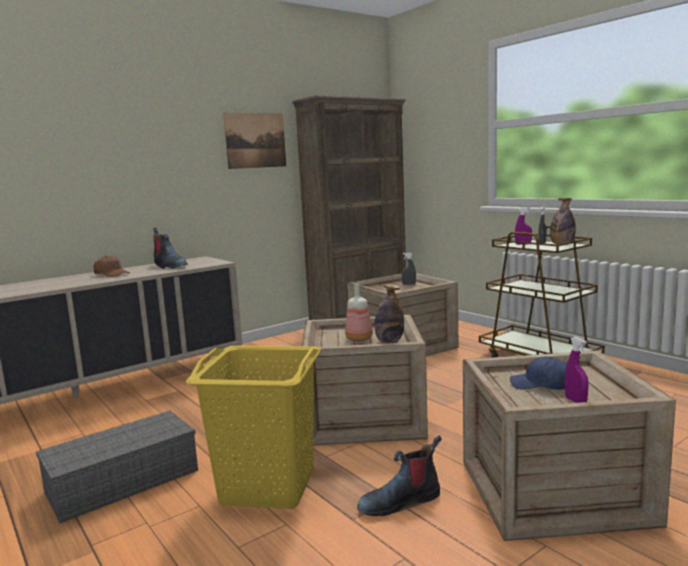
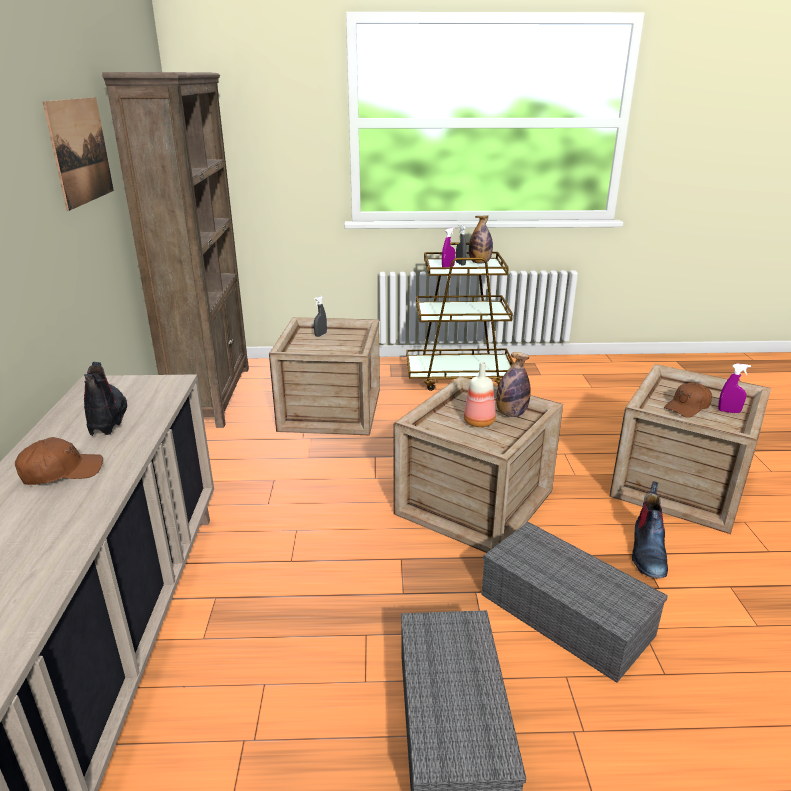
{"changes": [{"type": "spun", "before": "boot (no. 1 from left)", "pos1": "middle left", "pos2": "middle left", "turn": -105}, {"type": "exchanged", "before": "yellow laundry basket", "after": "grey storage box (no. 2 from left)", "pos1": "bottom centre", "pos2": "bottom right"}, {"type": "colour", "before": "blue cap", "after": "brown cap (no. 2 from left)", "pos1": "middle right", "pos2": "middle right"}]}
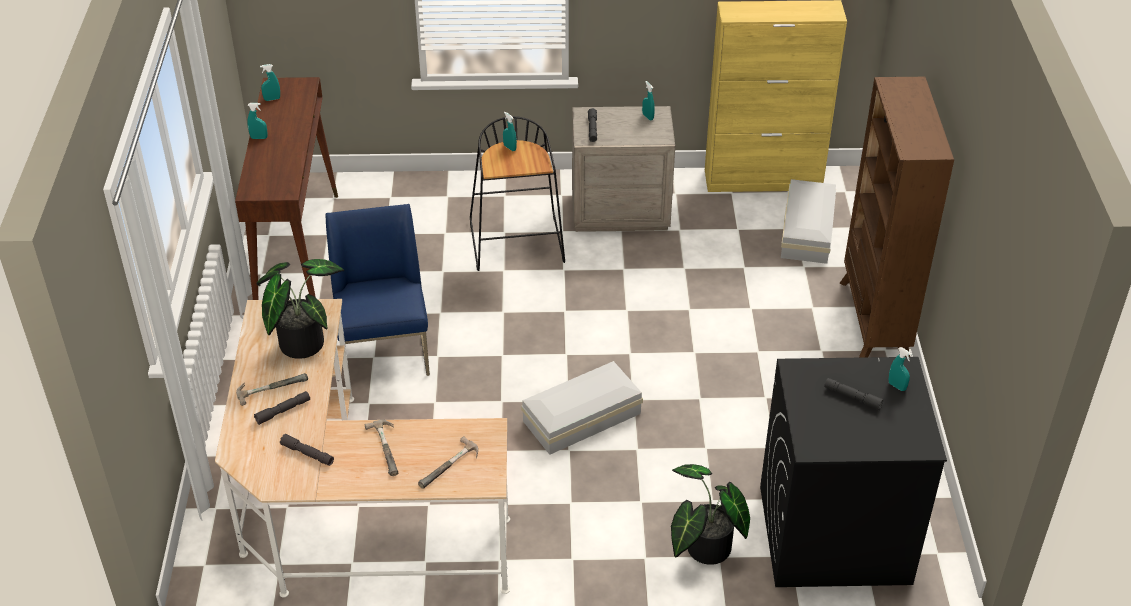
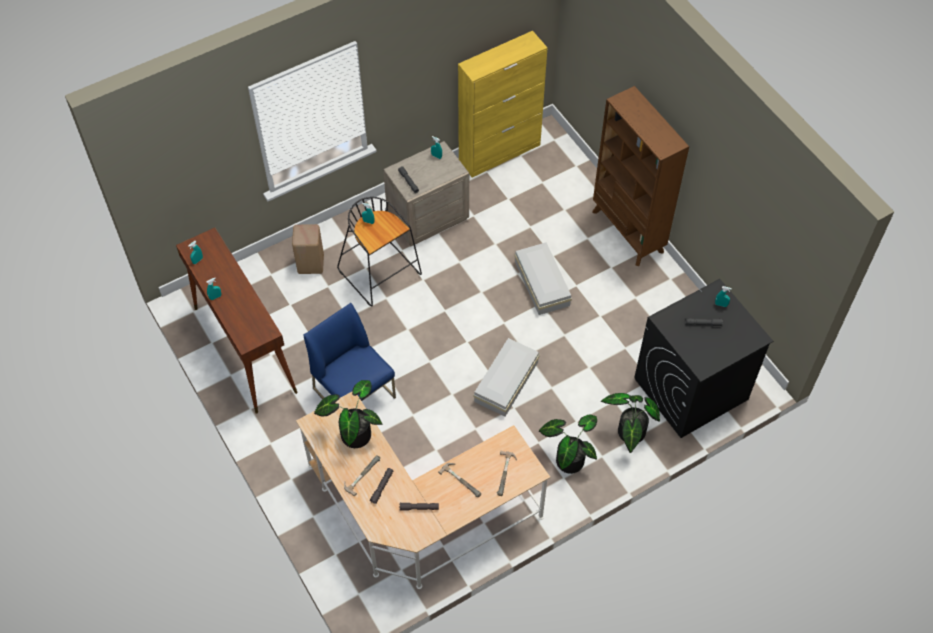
{"changes": [{"type": "relocated", "before": "white storage box (no. 2 from left)", "pos1": "middle right", "pos2": "centre"}, {"type": "appeared", "after": "beige stool", "pos2": "middle left"}, {"type": "appeared", "after": "potted plant (no. 2 from left)", "pos2": "bottom centre"}]}
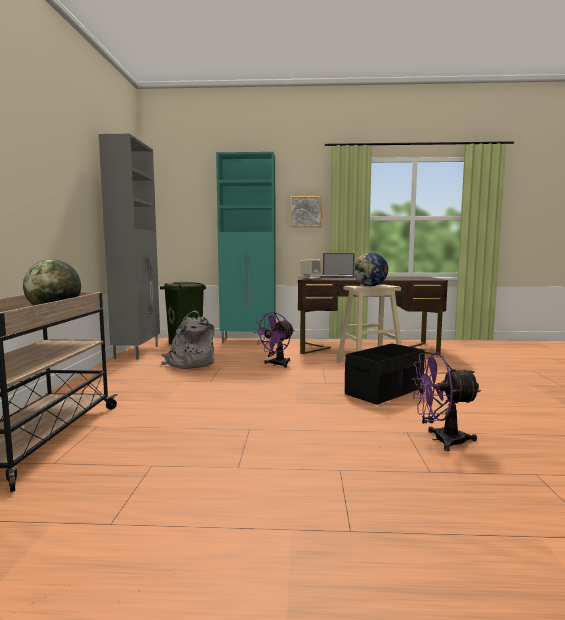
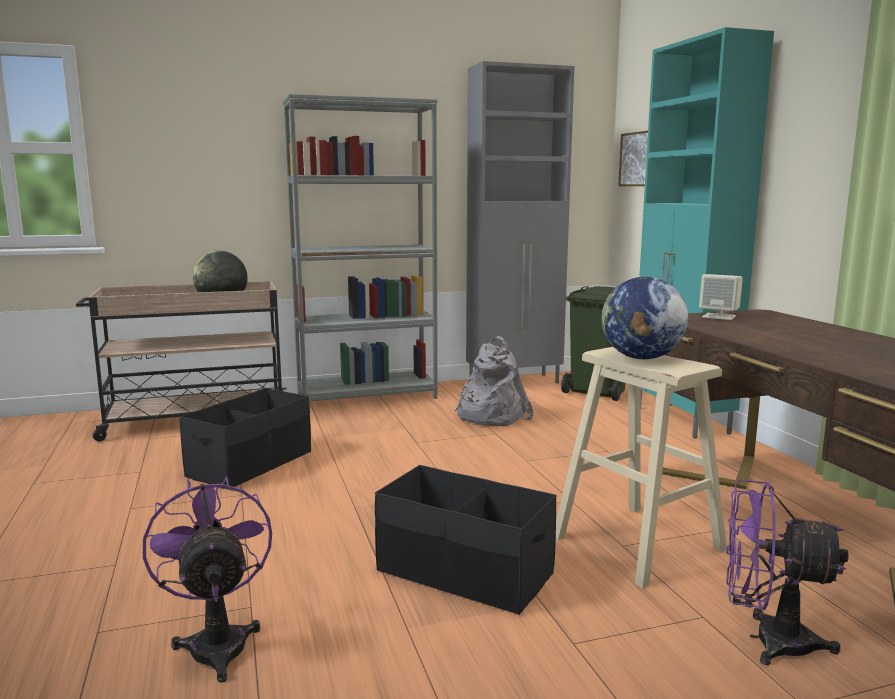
{"changes": [{"type": "relocated", "before": "purple fan (no. 1 from left in the first image)", "after": "purple fan (no. 2 from left)", "pos1": "centre", "pos2": "bottom right"}, {"type": "relocated", "before": "picture", "pos1": "centre", "pos2": "top right"}, {"type": "missing", "before": "laptop", "pos1": "centre"}, {"type": "appeared", "after": "black storage box (no. 1 from left)", "pos2": "middle left"}, {"type": "appeared", "after": "grey bookcase", "pos2": "centre"}]}
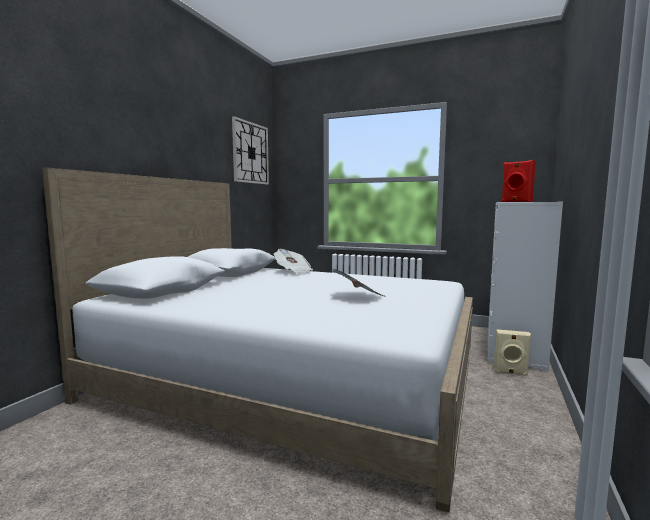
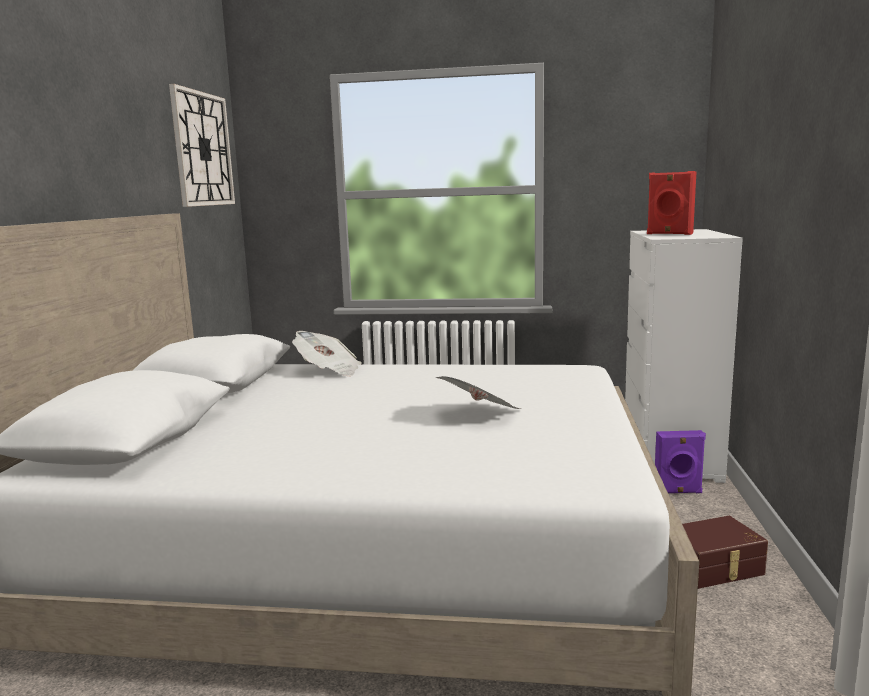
{"changes": [{"type": "colour", "before": "beige speaker", "after": "purple speaker", "pos1": "bottom right", "pos2": "middle right"}, {"type": "appeared", "after": "brown storage box", "pos2": "bottom right"}]}
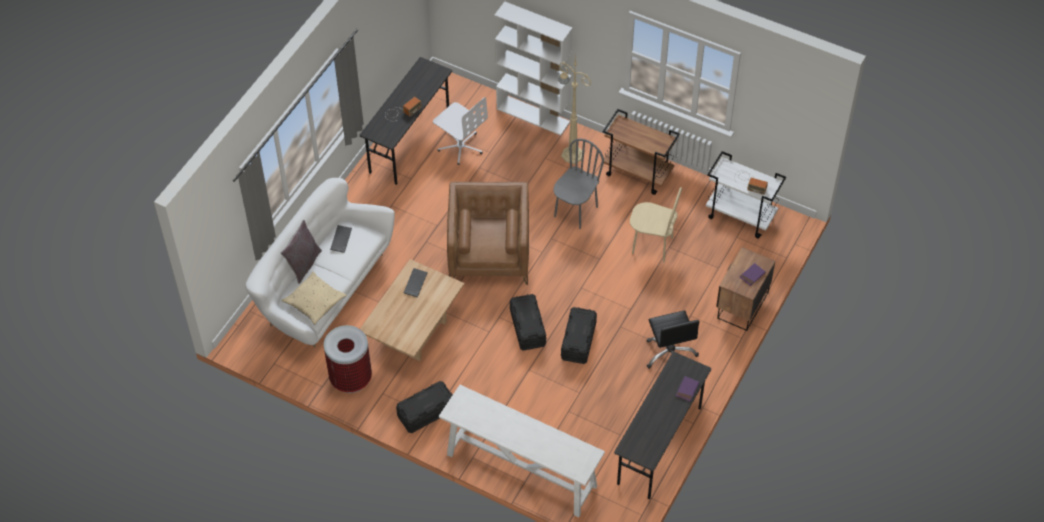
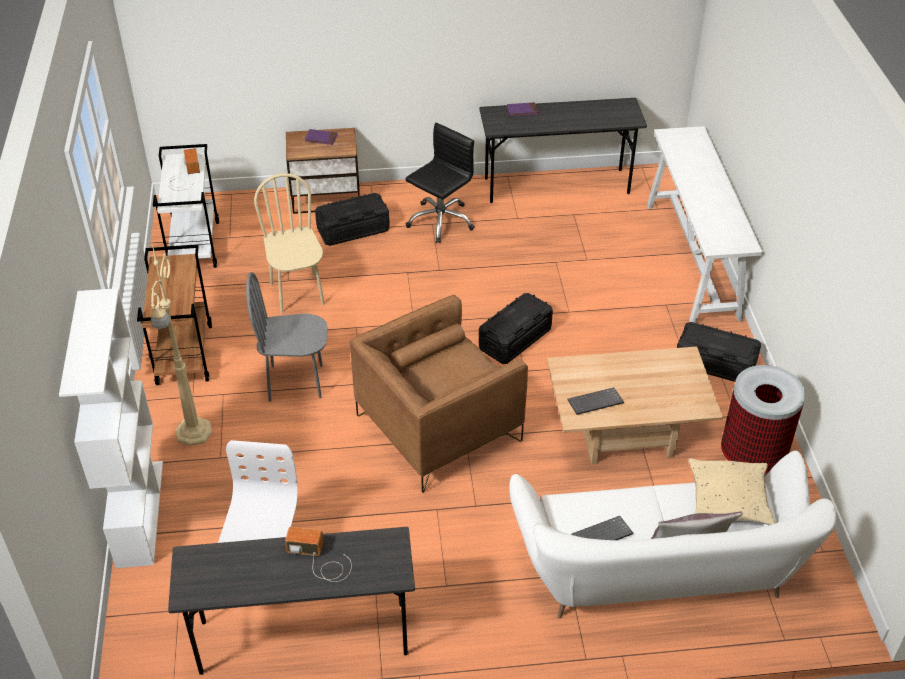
{"changes": [{"type": "relocated", "before": "black storage box (no. 3 from left in the first image)", "after": "black storage box (no. 1 from left)", "pos1": "centre", "pos2": "top centre"}]}
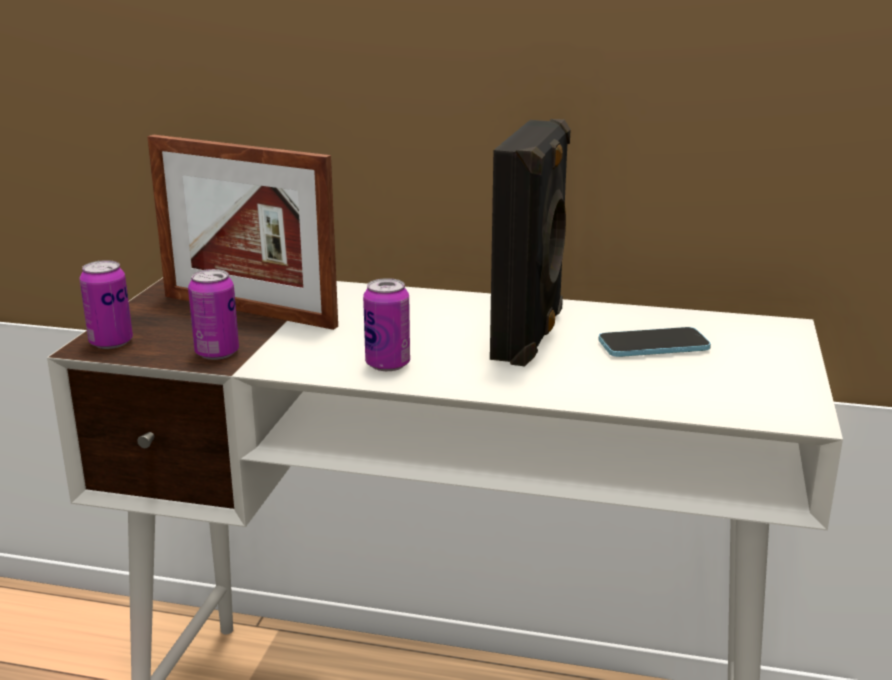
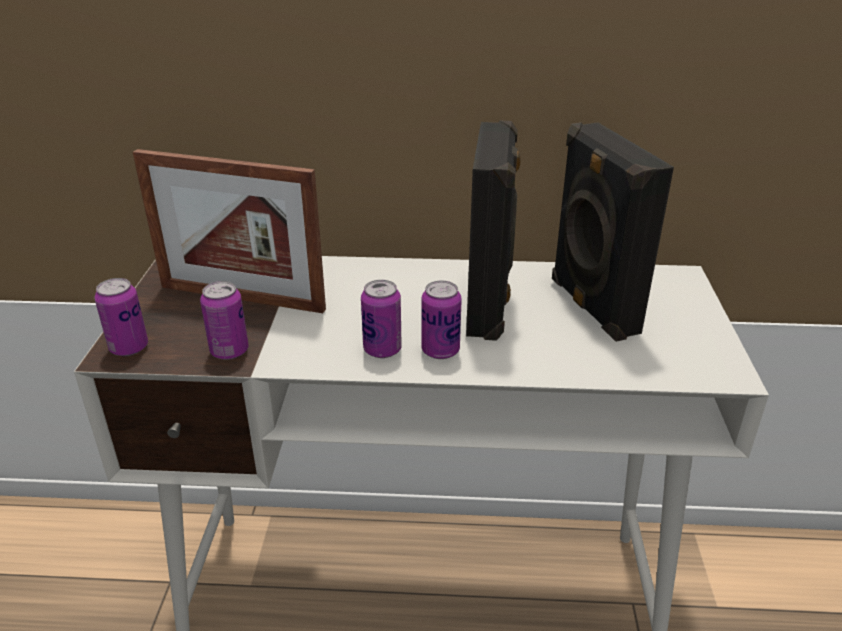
{"changes": [{"type": "exchanged", "before": "phone", "after": "black speaker (no. 2 from left)", "pos1": "middle right", "pos2": "middle right"}, {"type": "appeared", "after": "can (no. 4 from left)", "pos2": "centre"}]}
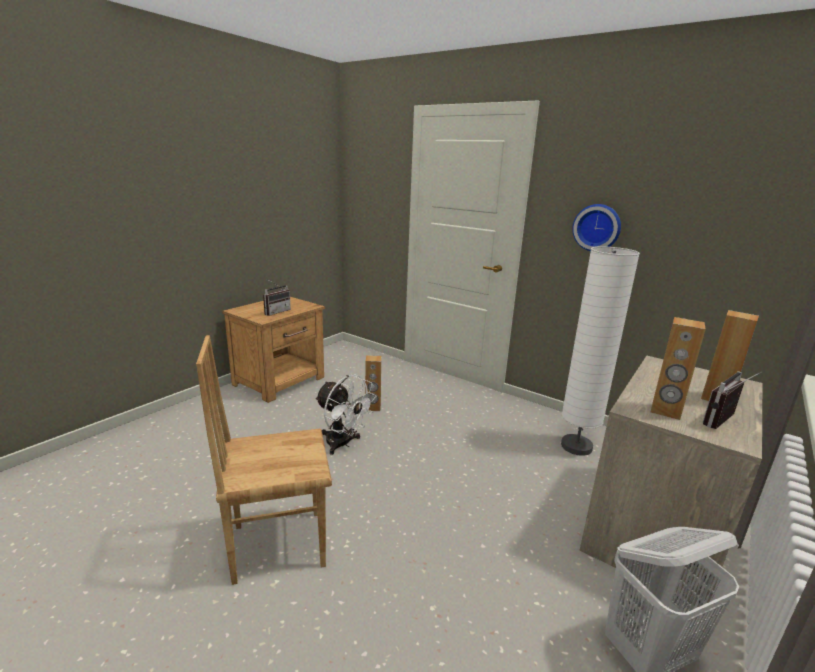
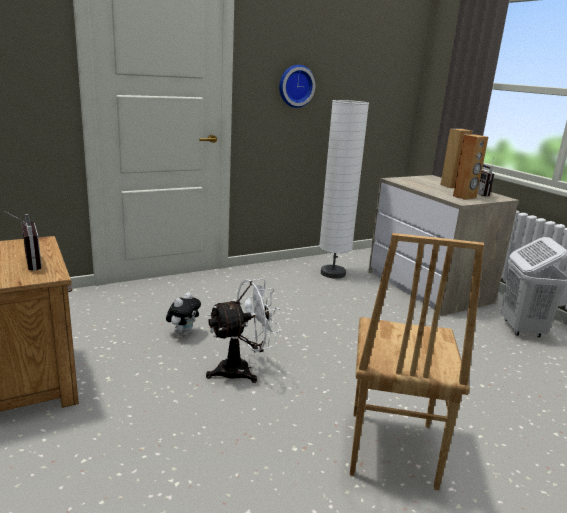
{"changes": [{"type": "exchanged", "before": "brown speaker (no. 1 from left)", "after": "plush toy", "pos1": "centre", "pos2": "middle left"}]}
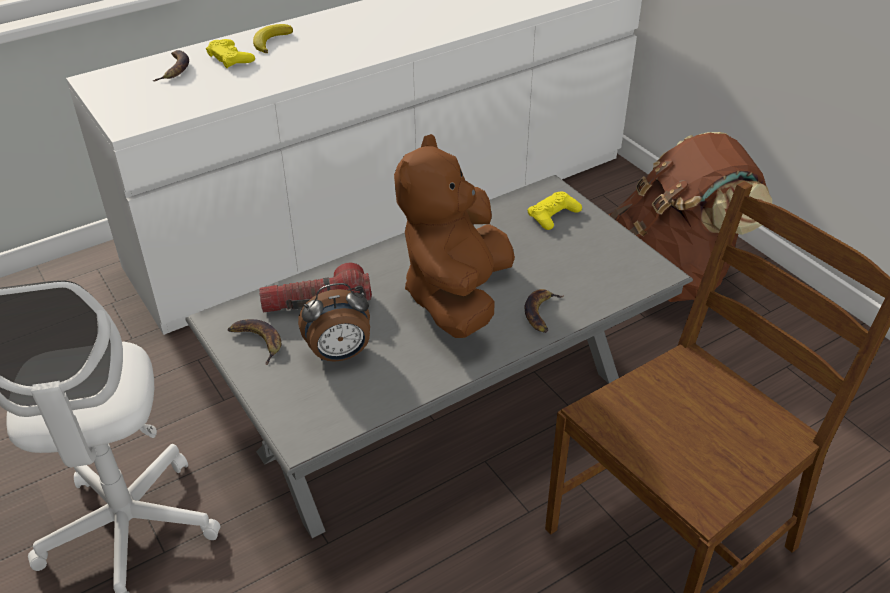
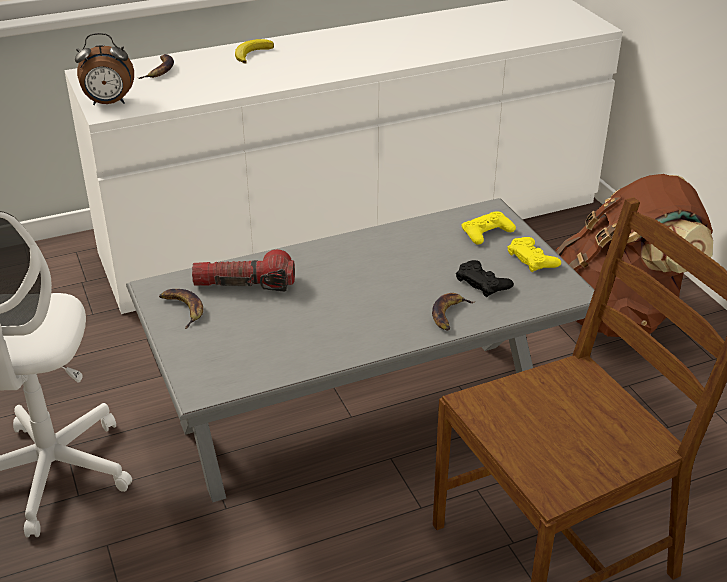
{"changes": [{"type": "relocated", "before": "yellow game controller (no. 1 from left in the first image)", "after": "yellow game controller (no. 2 from left)", "pos1": "top left", "pos2": "middle right"}, {"type": "relocated", "before": "alarm clock", "pos1": "centre", "pos2": "top left"}, {"type": "missing", "before": "brown plush toy", "pos1": "centre"}, {"type": "appeared", "after": "black game controller", "pos2": "middle right"}]}
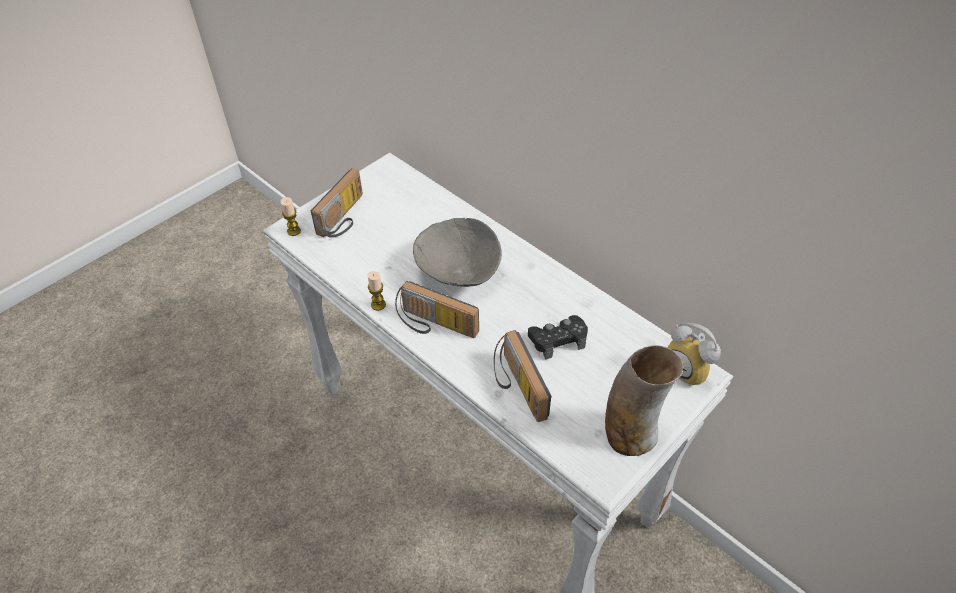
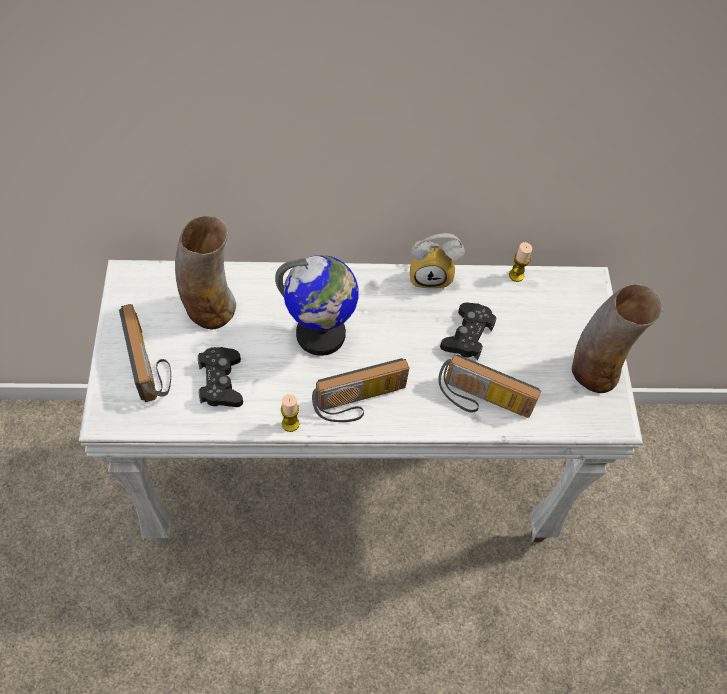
{"changes": [{"type": "relocated", "before": "candle (no. 1 from left in the first image)", "after": "candle (no. 2 from left)", "pos1": "middle left", "pos2": "middle right"}, {"type": "exchanged", "before": "grey bowl", "after": "globe", "pos1": "centre", "pos2": "centre"}, {"type": "relocated", "before": "alarm clock", "pos1": "middle right", "pos2": "centre"}, {"type": "appeared", "after": "vase (no. 1 from left)", "pos2": "middle left"}, {"type": "appeared", "after": "black game controller (no. 1 from left)", "pos2": "middle left"}]}
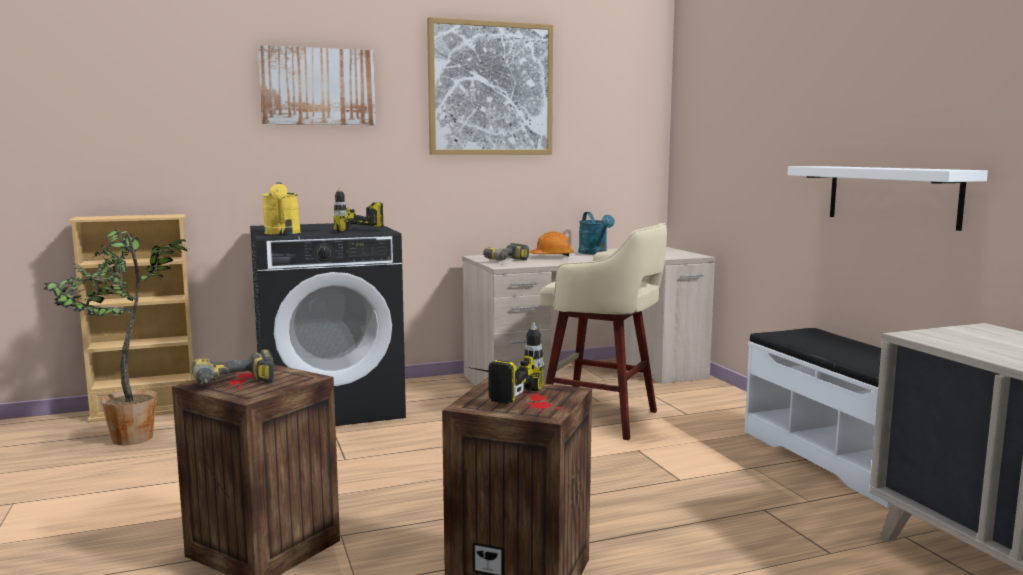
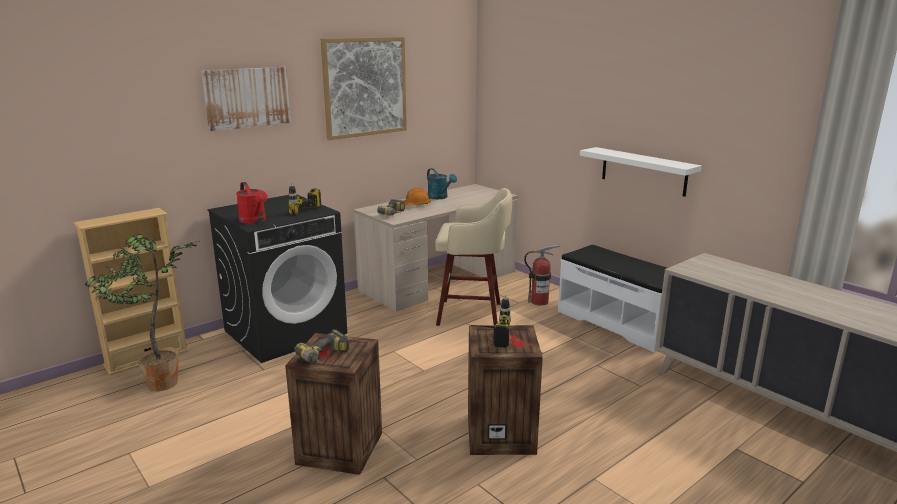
{"changes": [{"type": "colour", "before": "yellow watering can", "after": "red watering can", "pos1": "middle left", "pos2": "middle left"}, {"type": "appeared", "after": "fire extinguisher", "pos2": "centre"}]}
